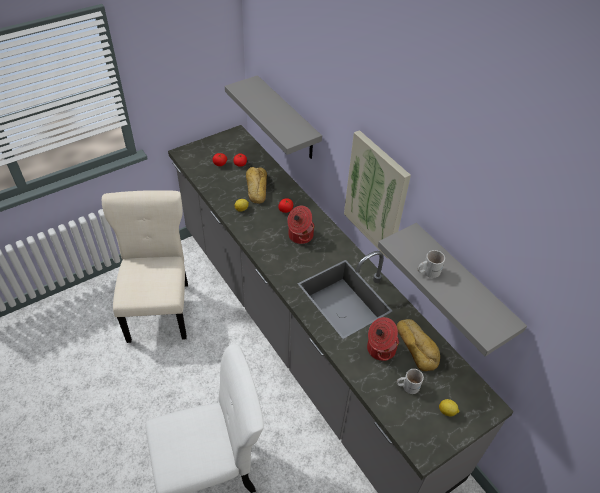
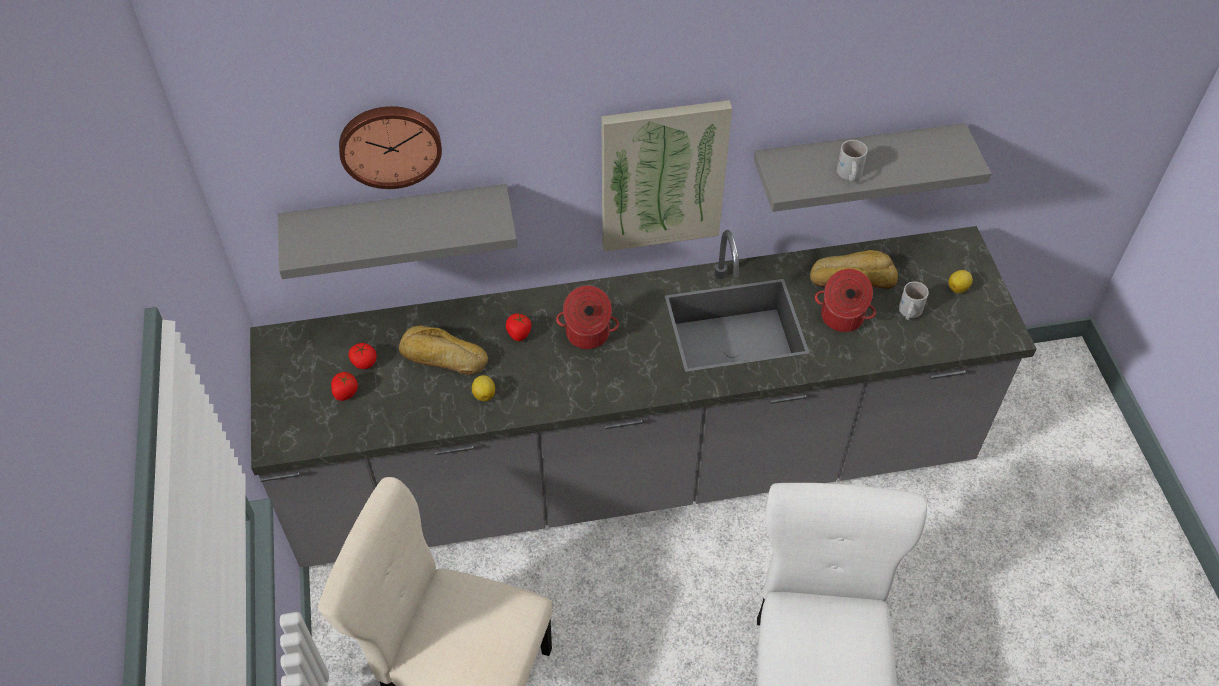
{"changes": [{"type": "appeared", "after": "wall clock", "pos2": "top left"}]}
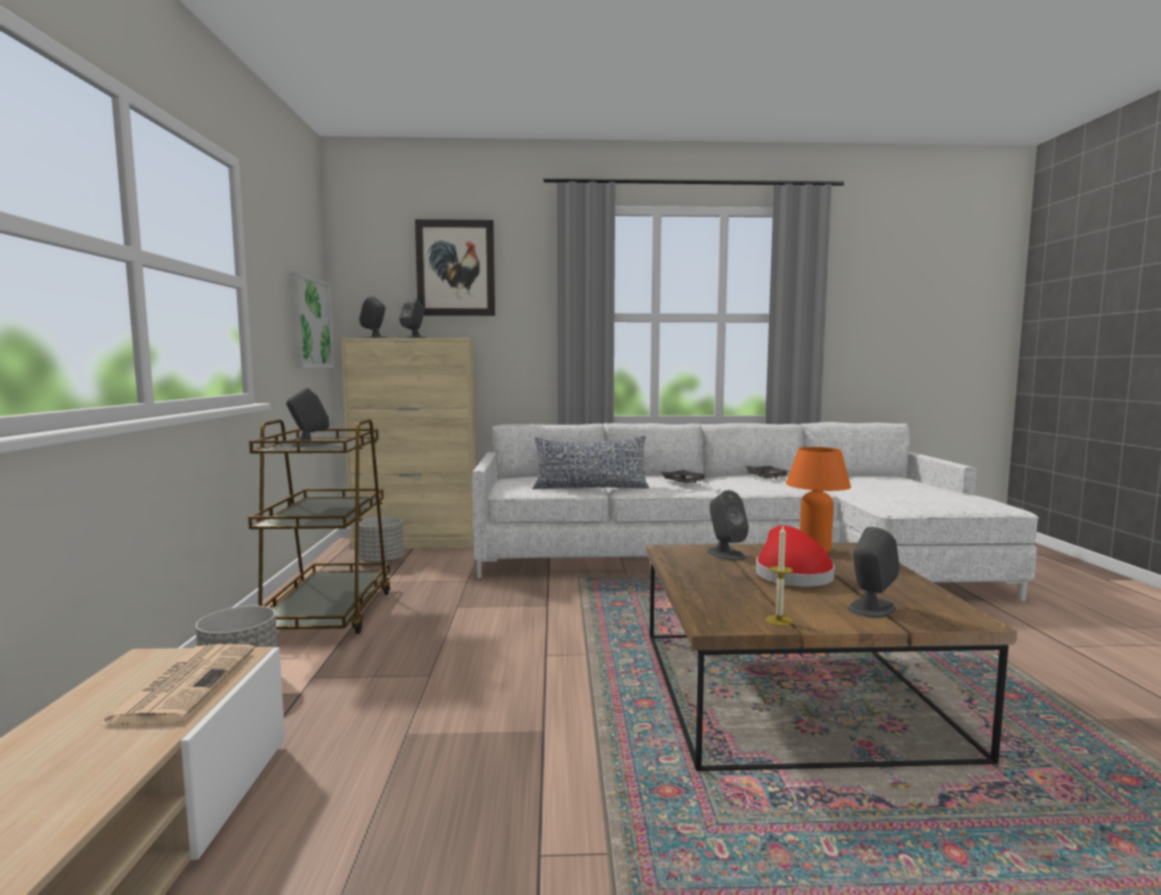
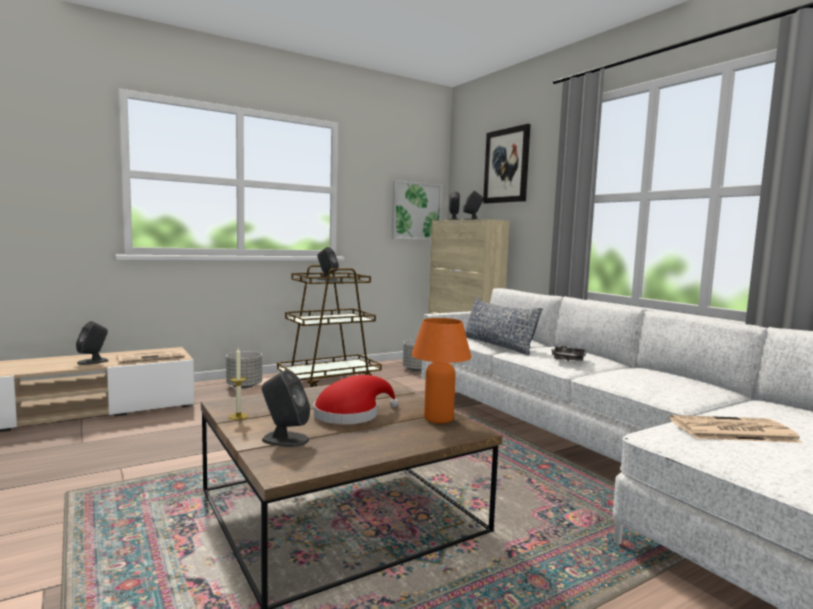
{"changes": [{"type": "relocated", "before": "grey speaker (no. 4 from left in the first image)", "after": "grey speaker (no. 1 from left)", "pos1": "centre", "pos2": "middle left"}, {"type": "missing", "before": "grey tray (no. 2 from left)", "pos1": "centre"}, {"type": "appeared", "after": "newspaper (no. 2 from left)", "pos2": "bottom right"}]}
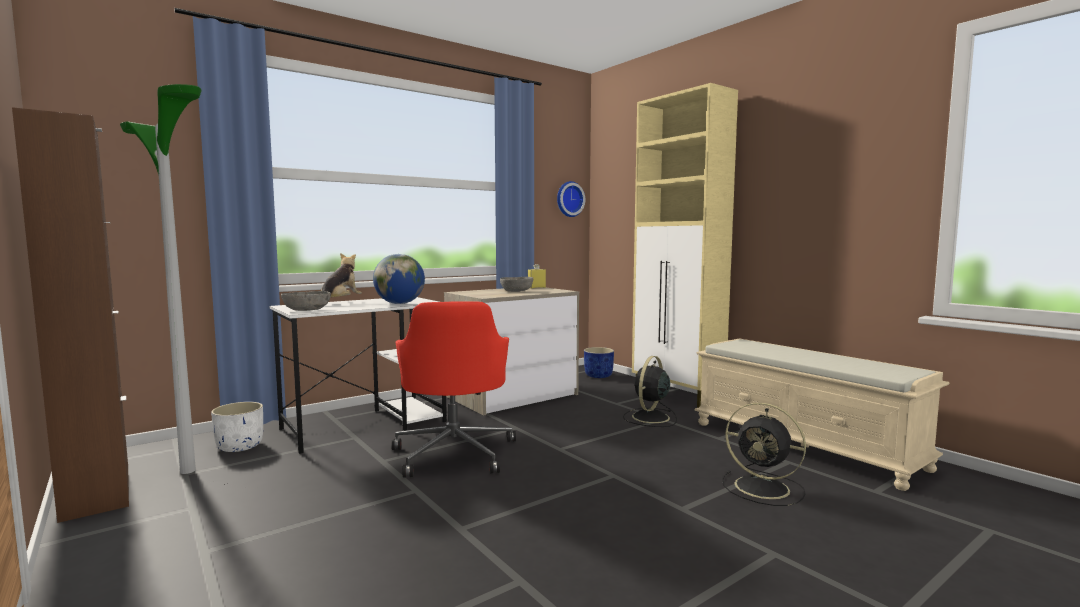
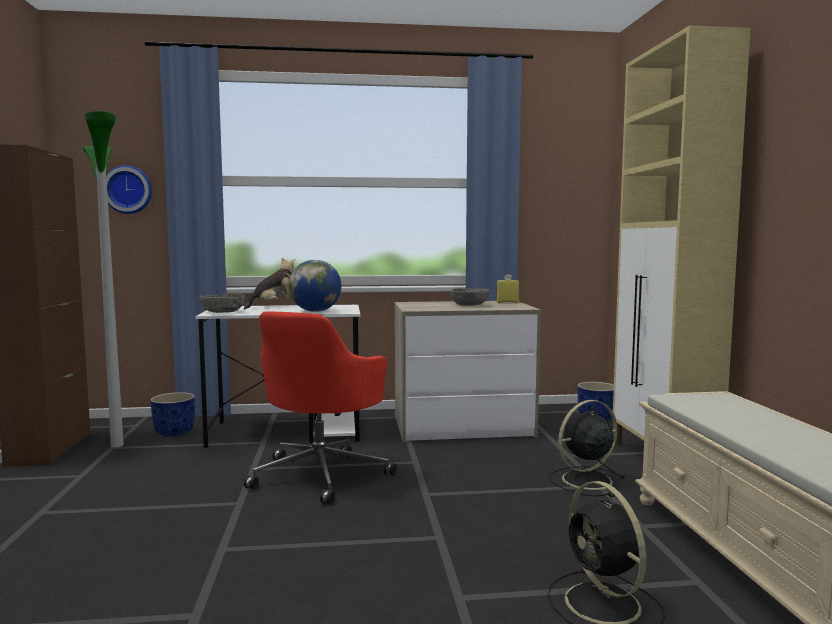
{"changes": [{"type": "colour", "before": "white planter", "after": "blue planter (no. 1 from left)", "pos1": "bottom left", "pos2": "middle left"}, {"type": "relocated", "before": "wall clock", "pos1": "top centre", "pos2": "top left"}]}
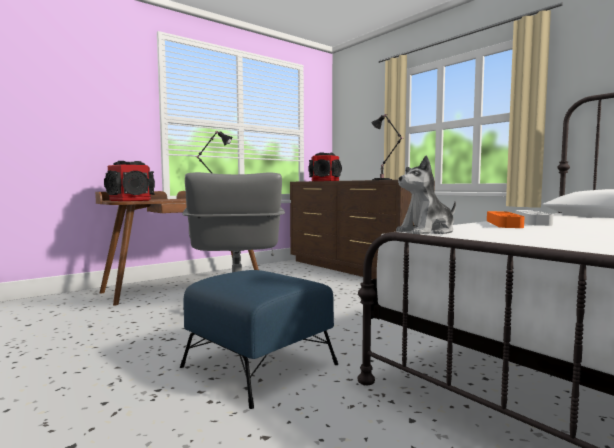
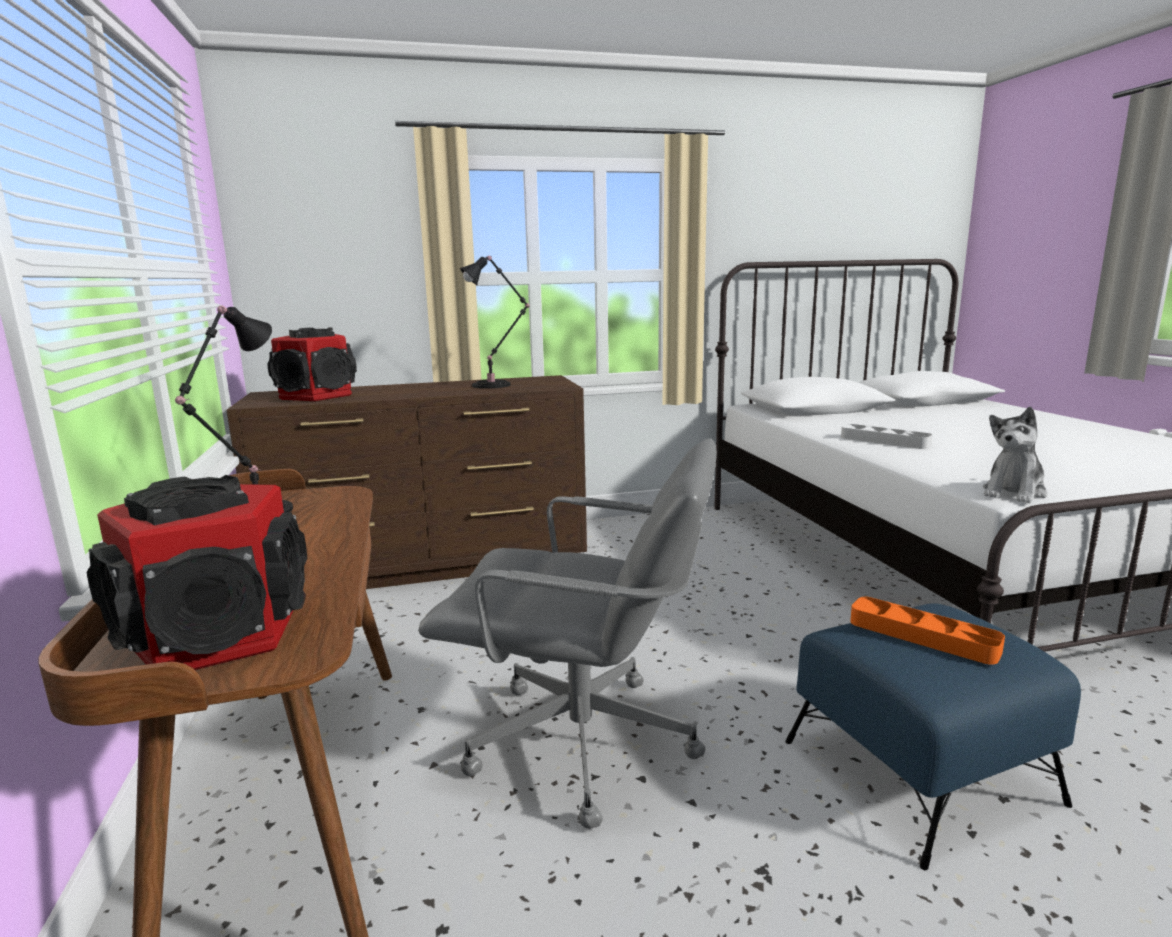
{"changes": [{"type": "spun", "before": "plush toy", "pos1": "middle right", "pos2": "middle right", "turn": 45}, {"type": "relocated", "before": "orange tray", "pos1": "middle right", "pos2": "bottom right"}]}
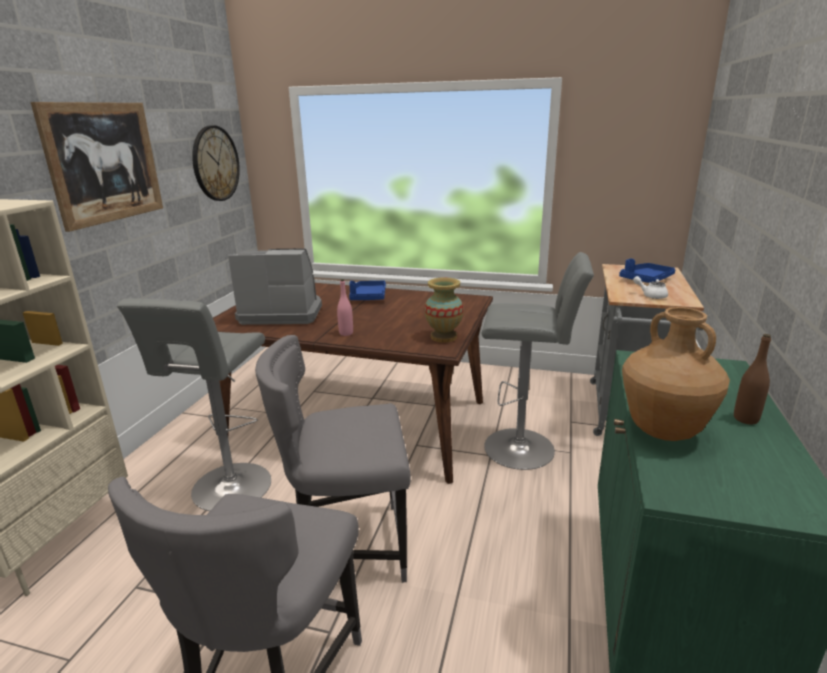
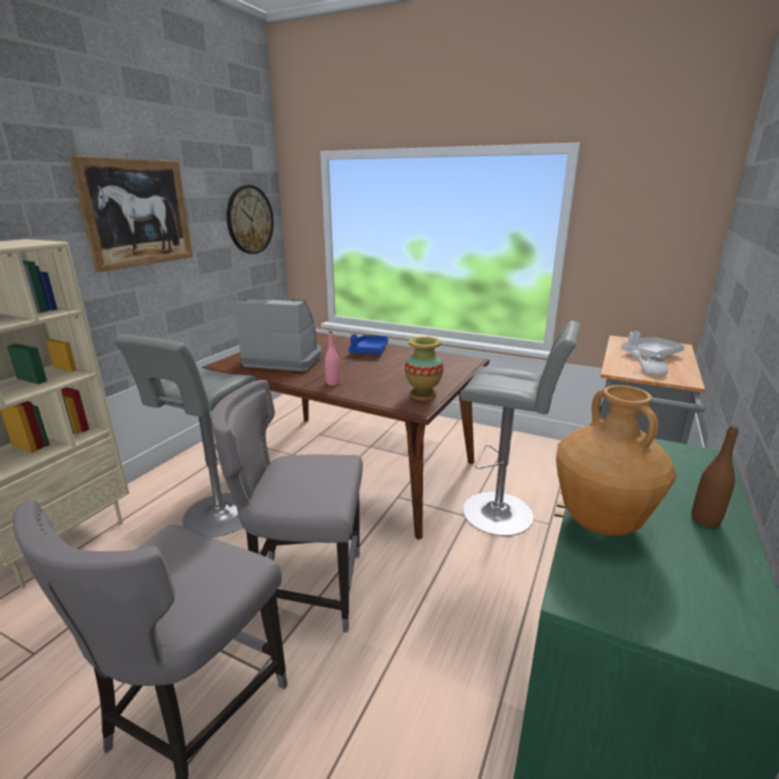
{"changes": [{"type": "colour", "before": "blue tray (no. 2 from left)", "after": "white tray", "pos1": "middle right", "pos2": "middle right"}]}
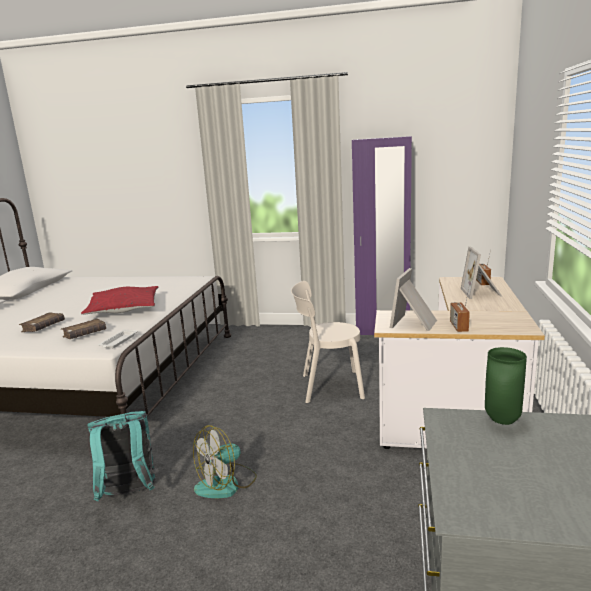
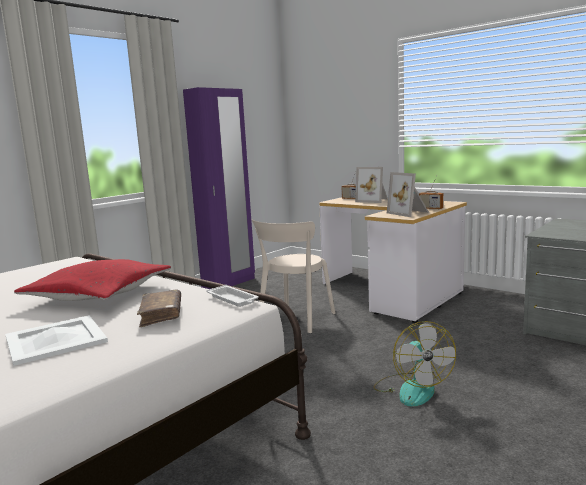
{"changes": [{"type": "exchanged", "before": "brown book (no. 1 from left)", "after": "white tray (no. 1 from left)", "pos1": "middle left", "pos2": "bottom left"}, {"type": "missing", "before": "turquoise backpack", "pos1": "bottom left"}, {"type": "missing", "before": "green vase", "pos1": "middle right"}]}
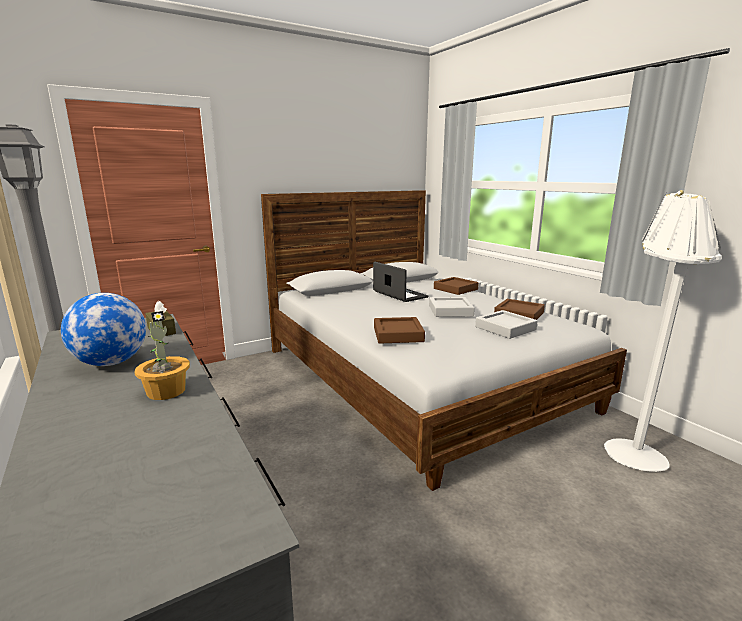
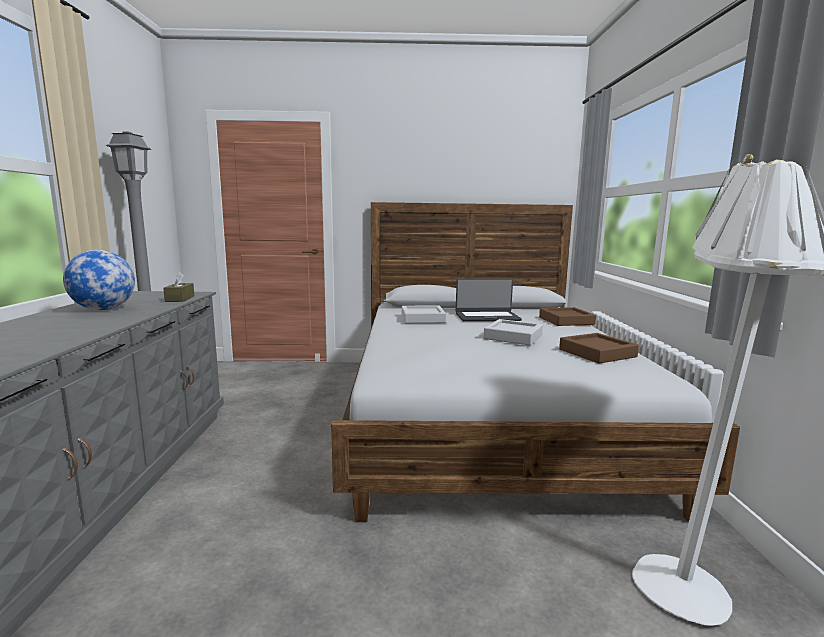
{"changes": [{"type": "missing", "before": "potted plant", "pos1": "middle left"}, {"type": "spun", "before": "laptop", "pos1": "centre", "pos2": "centre", "turn": 90}, {"type": "missing", "before": "brown tray (no. 1 from left)", "pos1": "centre"}, {"type": "relocated", "before": "grey tray (no. 2 from left in the first image)", "after": "grey tray (no. 1 from left)", "pos1": "middle right", "pos2": "centre"}]}
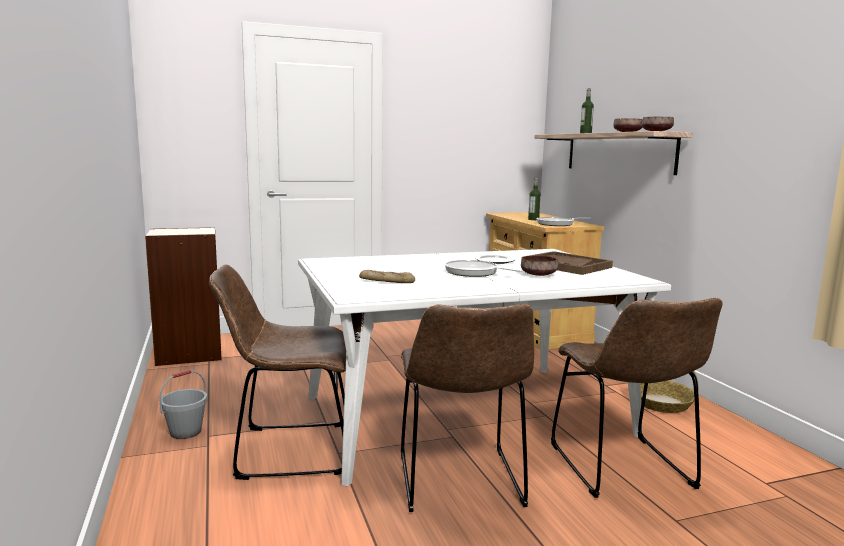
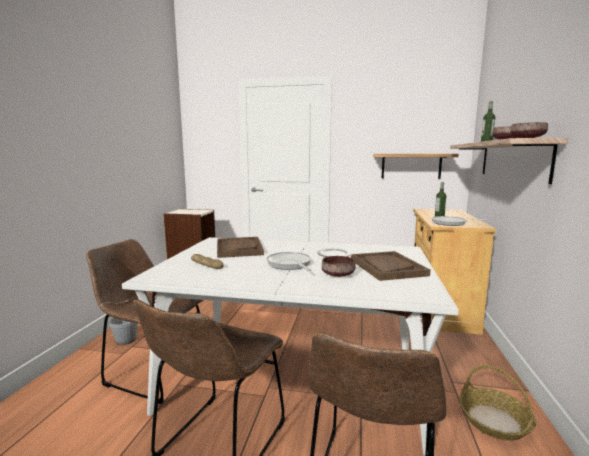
{"changes": [{"type": "appeared", "after": "brown tray (no. 1 from left)", "pos2": "centre"}, {"type": "appeared", "after": "shelf (no. 1 from left)", "pos2": "middle right"}]}
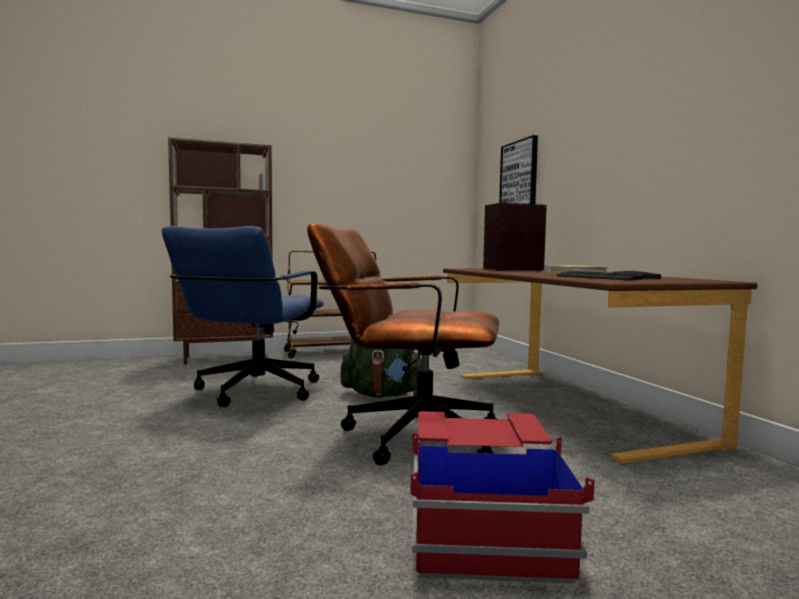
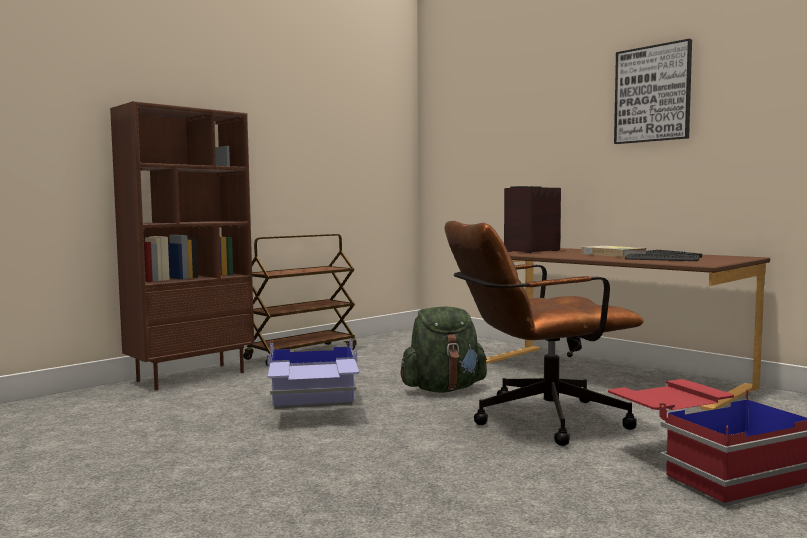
{"changes": [{"type": "exchanged", "before": "blue office chair", "after": "blue storage box", "pos1": "middle left", "pos2": "bottom centre"}, {"type": "relocated", "before": "picture", "pos1": "top centre", "pos2": "top right"}]}
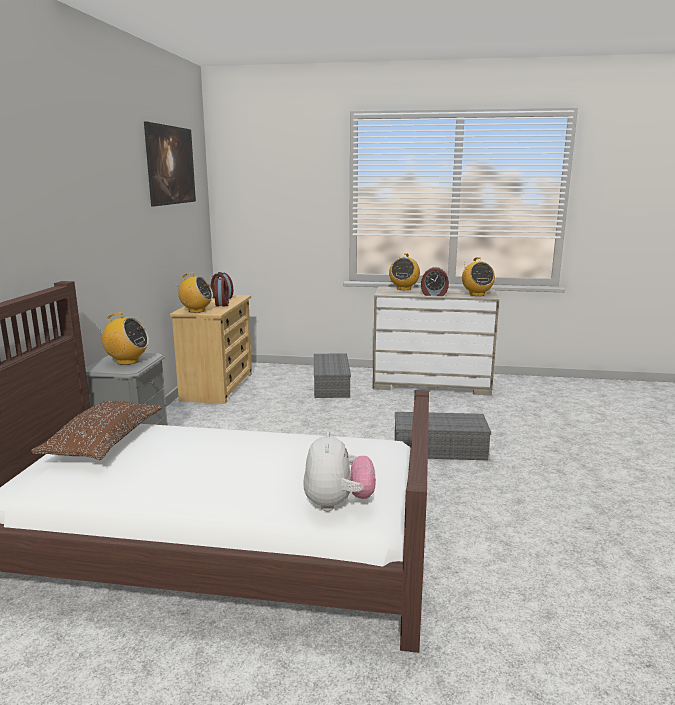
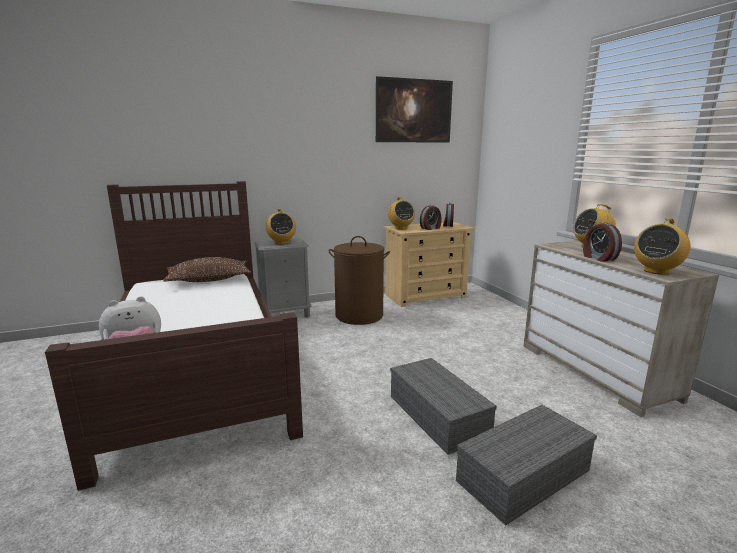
{"changes": [{"type": "relocated", "before": "grey storage box (no. 1 from left in the first image)", "after": "grey storage box (no. 2 from left)", "pos1": "centre", "pos2": "bottom right"}, {"type": "appeared", "after": "brown laundry basket", "pos2": "centre"}]}
